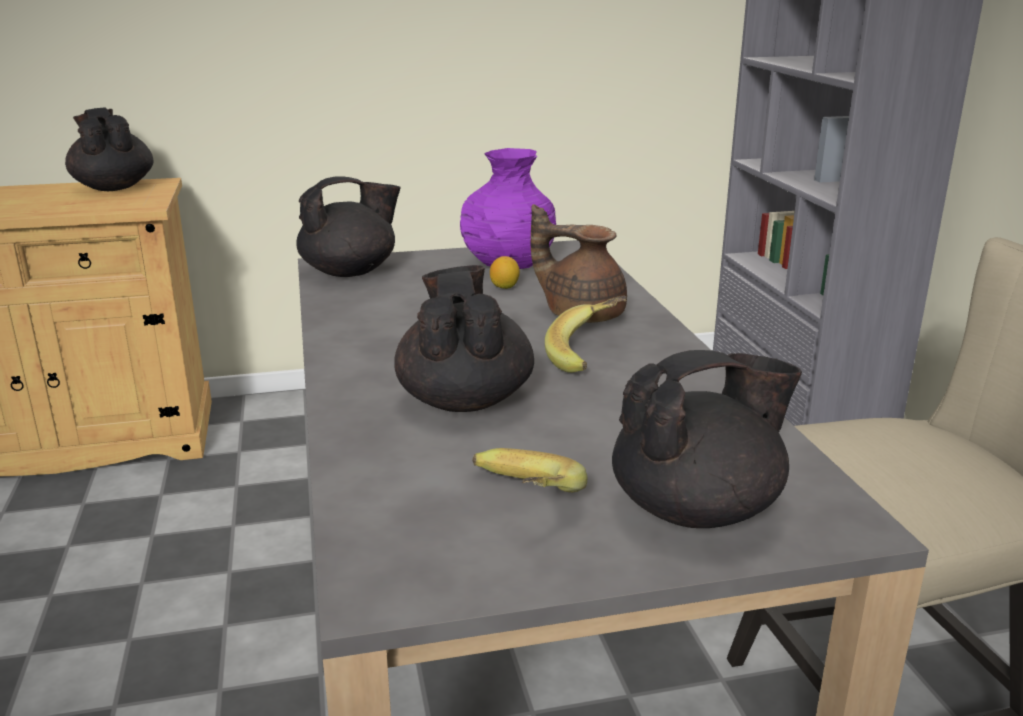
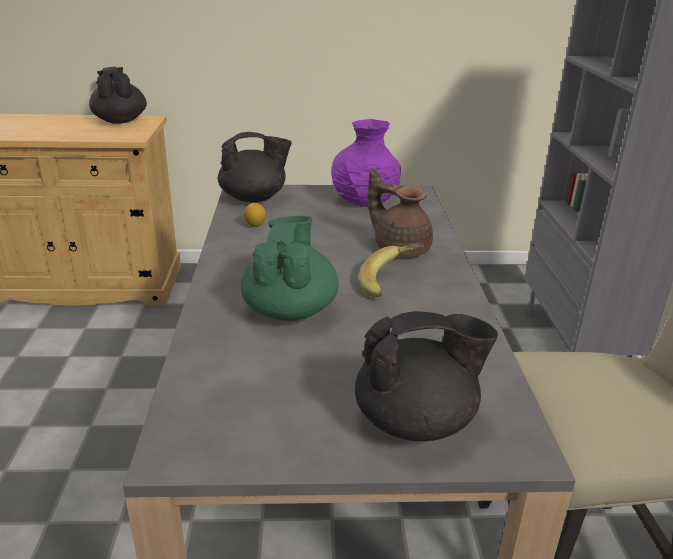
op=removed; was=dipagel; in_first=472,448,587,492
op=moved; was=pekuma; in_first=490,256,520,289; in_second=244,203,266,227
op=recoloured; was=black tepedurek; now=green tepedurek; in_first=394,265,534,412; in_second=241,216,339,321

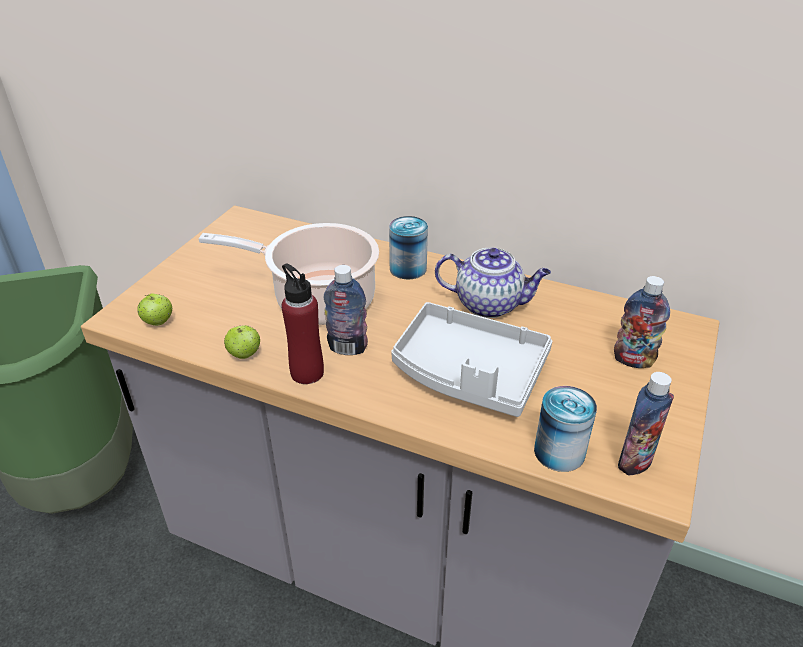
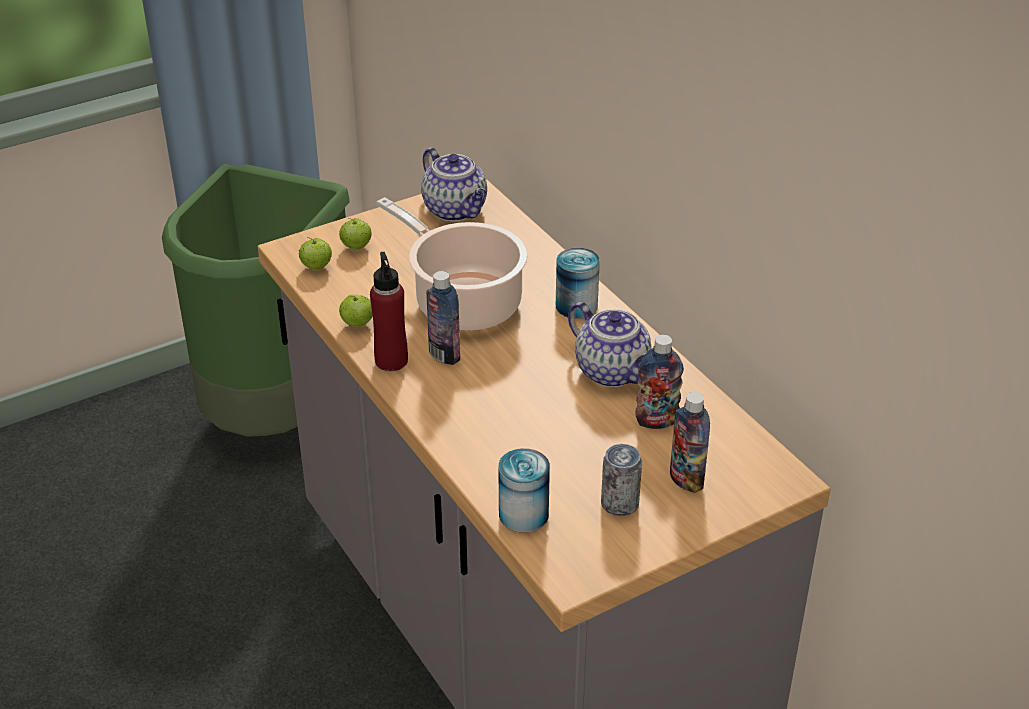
op=removed; was=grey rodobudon; in_first=391,302,552,417
op=added; now=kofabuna; in_second=339,218,372,250
op=added; now=tepedurek; in_second=421,147,487,221
op=added; now=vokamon; in_second=601,444,642,516
op=moved; was=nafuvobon; in_first=618,372,674,475; in_second=635,335,684,429

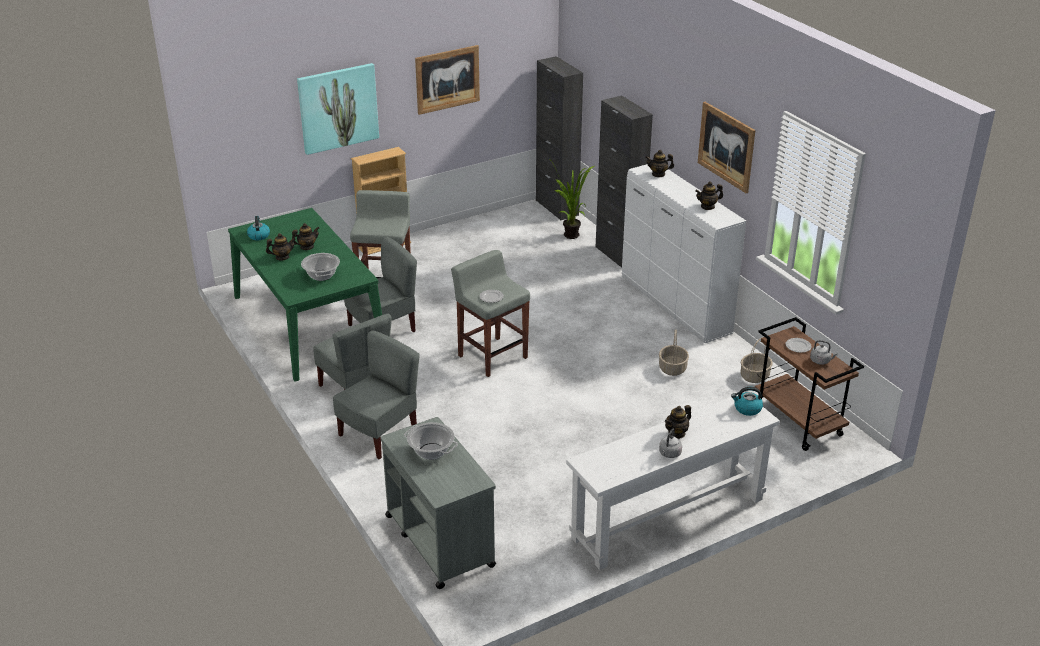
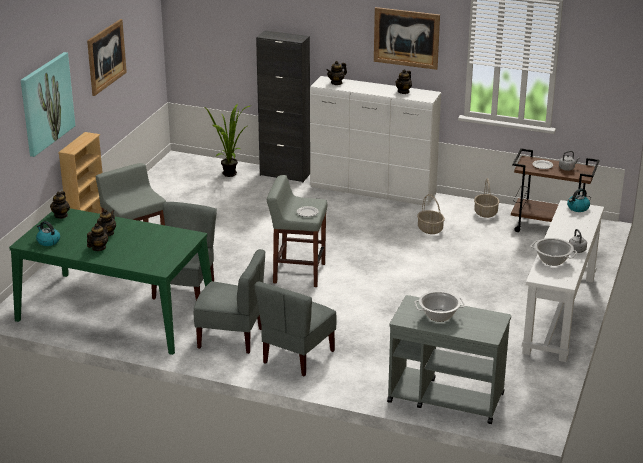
op=removed; was=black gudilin; in_first=536,56,583,221
op=moved; was=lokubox; in_first=301,253,340,281; in_second=530,238,577,266
op=moved; was=tepedurek; in_first=665,405,691,439; in_second=50,191,70,219
op=turned; was=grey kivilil; in_first=333,330,419,459; in_second=254,281,337,376; clockwise=-150

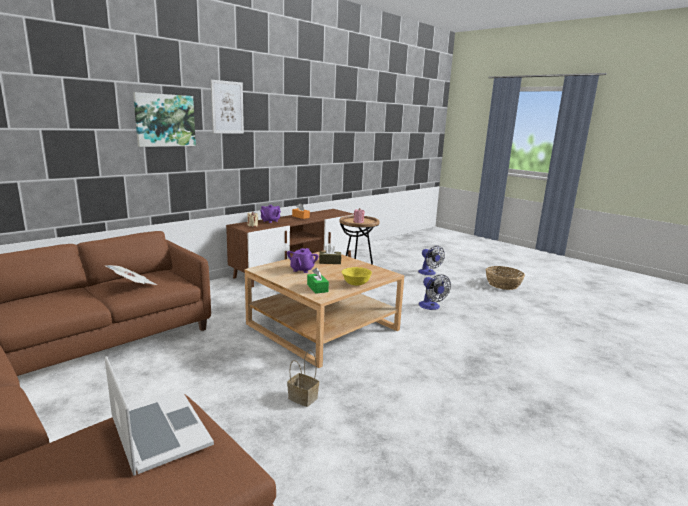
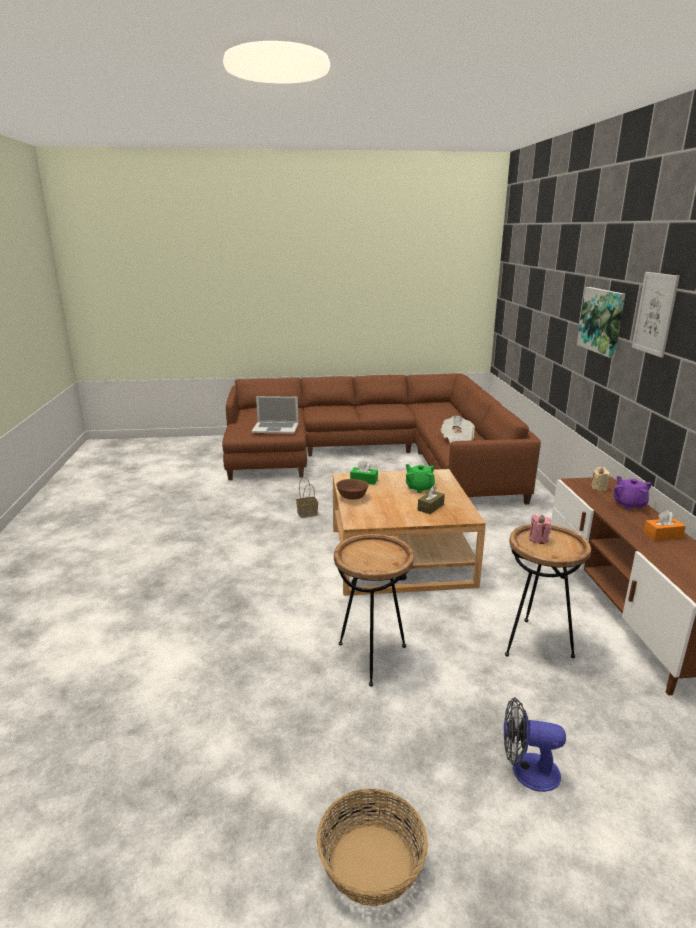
op=replaced; was=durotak; now=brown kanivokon; in_first=419,275,451,310; in_second=334,534,414,686
op=recoloured; was=purple tepedurek; now=green tepedurek; in_first=287,248,319,273; in_second=406,464,435,493
op=recoloured; was=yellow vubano; now=brown vubano; in_first=342,267,372,286; in_second=336,479,369,500

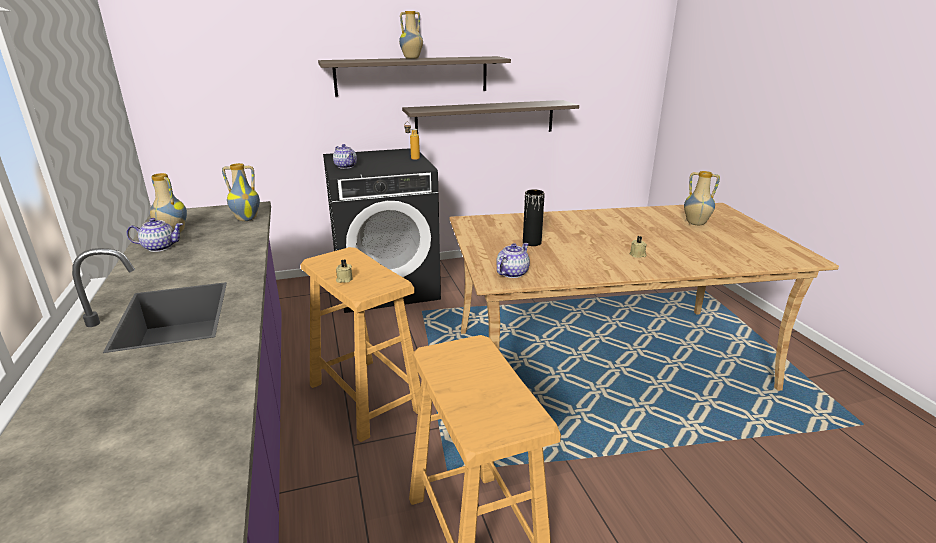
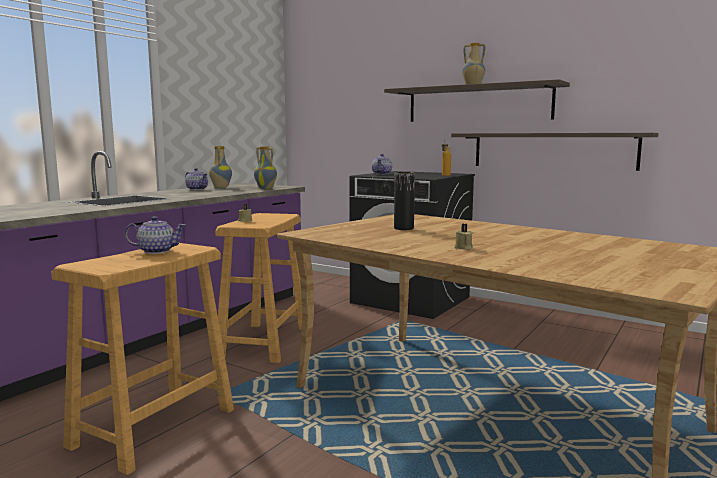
op=removed; was=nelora; in_first=684,171,720,225
op=moved; was=tepedurek; in_first=496,243,530,278; in_second=125,216,186,254

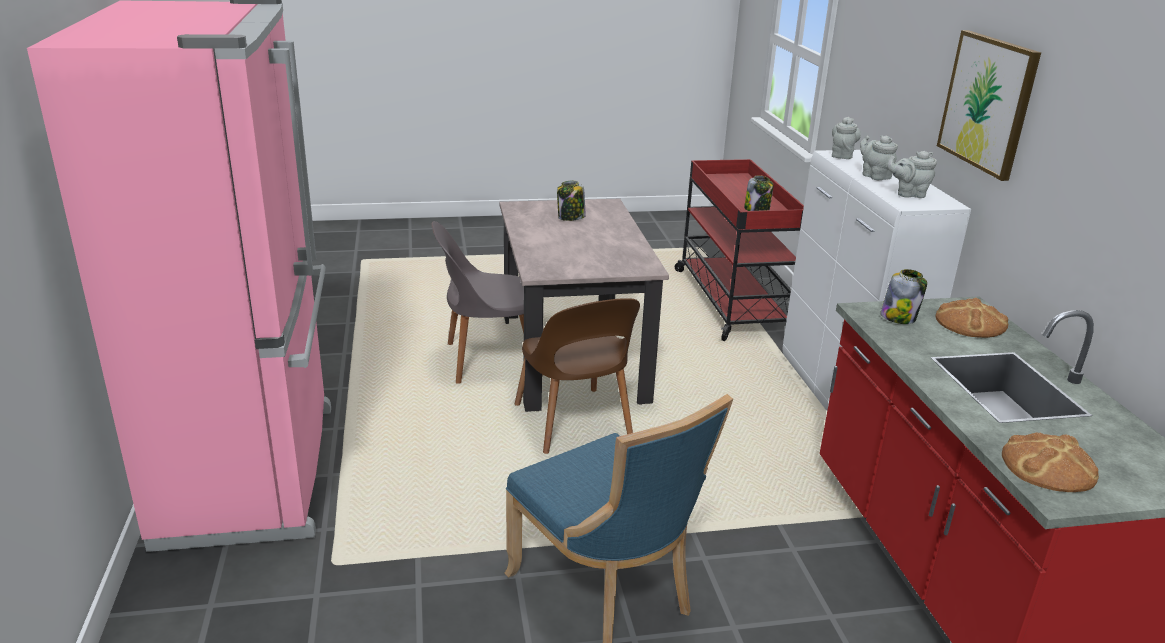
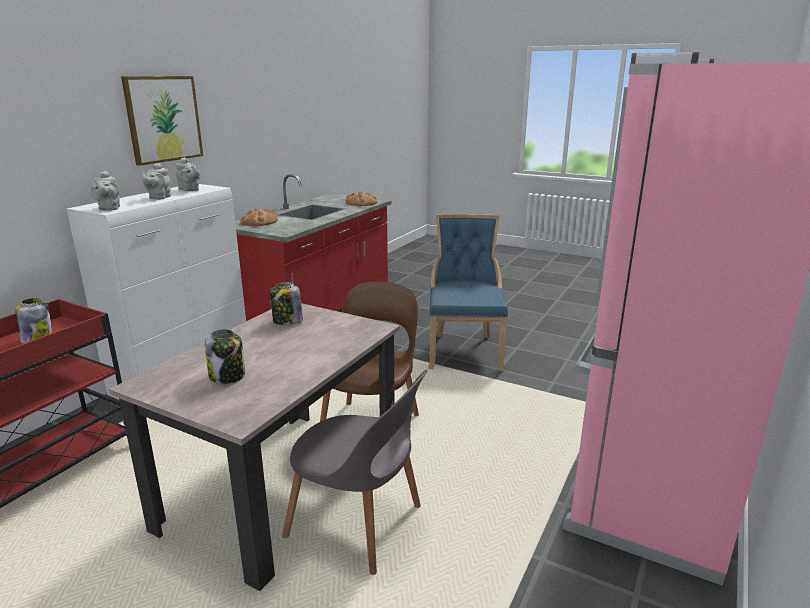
op=moved; was=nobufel; in_first=880,269,927,324; in_second=270,282,303,325
op=turned; was=grey tepedurek; in_first=832,117,861,159; in_second=91,171,120,210; clockwise=-75

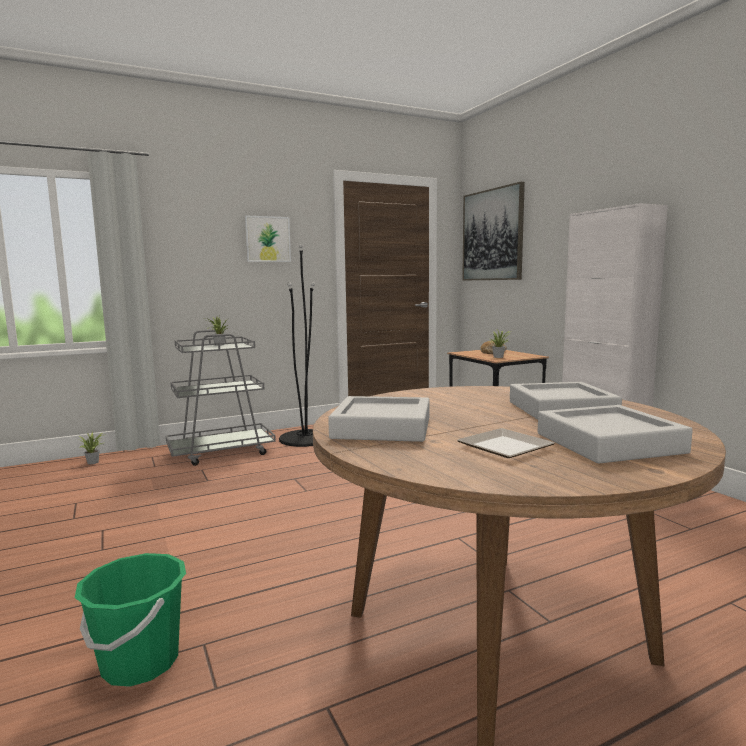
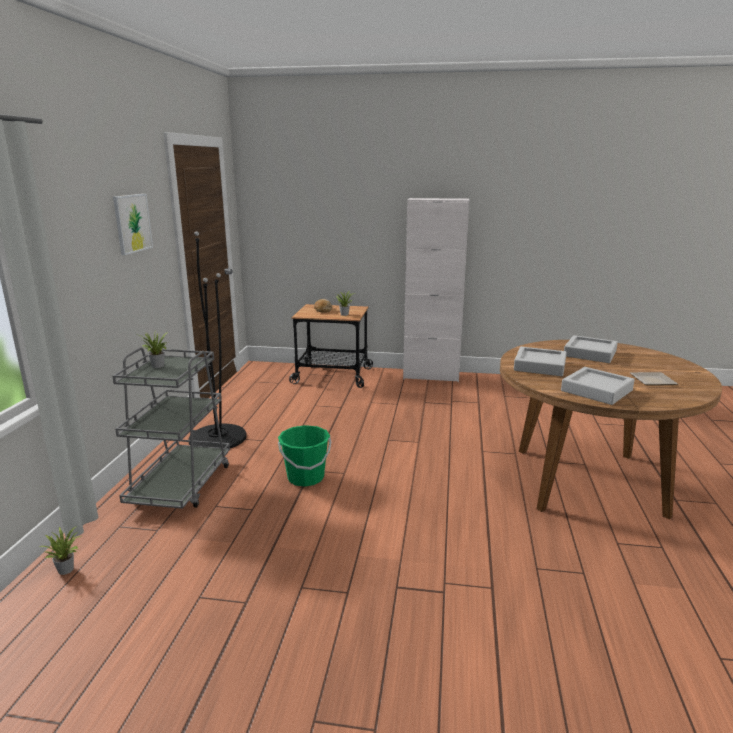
op=removed; was=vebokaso; in_first=462,182,525,281
op=moved; was=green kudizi; in_first=75,553,186,687; in_second=278,425,331,487
op=moved; was=grey rodobudon; in_first=538,405,693,463; in_second=514,347,567,376

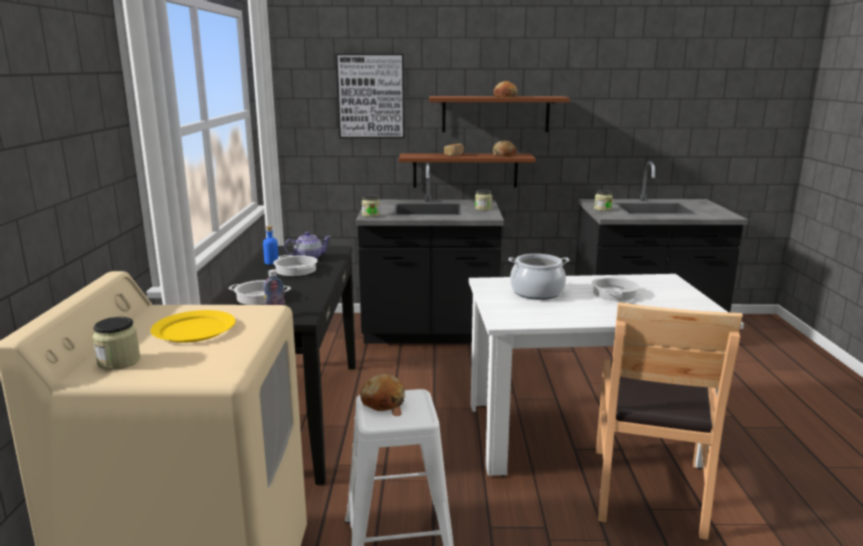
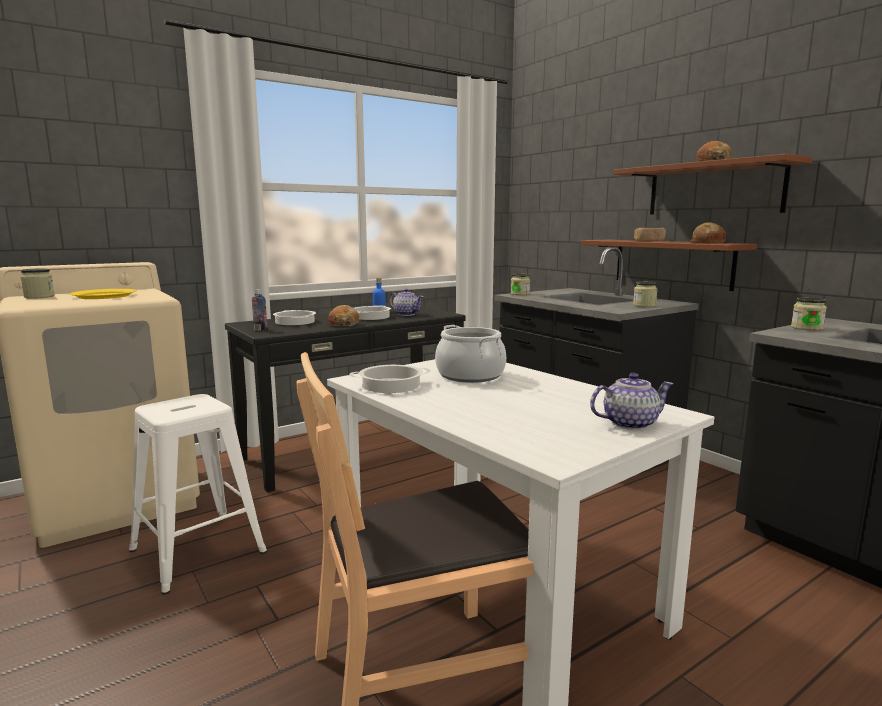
op=removed; was=vebokaso; in_first=336,54,405,138
op=added; now=tepedurek; in_second=590,373,673,430
op=moved; was=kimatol; in_first=360,374,405,411; in_second=329,305,359,326
op=moved; was=lokubox; in_first=592,276,640,301; in_second=349,365,431,393

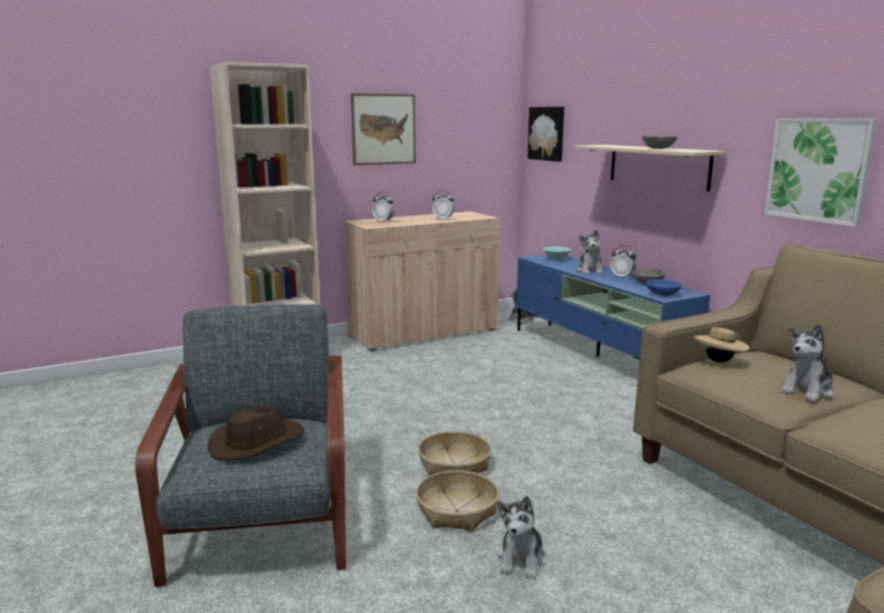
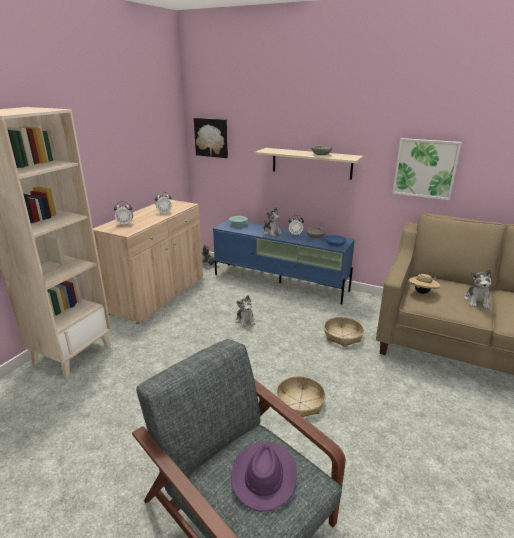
op=removed; was=vebokaso; in_first=351,93,416,165
op=moved; was=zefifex; in_first=416,470,499,531; in_second=324,317,364,347
op=moved; was=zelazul; in_first=497,496,546,579; in_second=236,295,255,328
op=recoloured; was=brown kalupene; now=purple kalupene; in_first=208,407,305,461; in_second=231,442,297,512

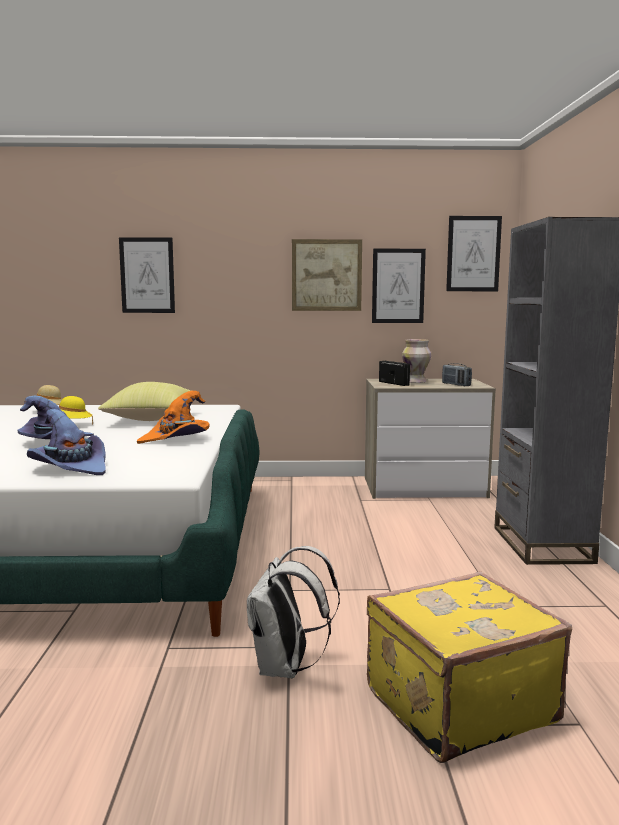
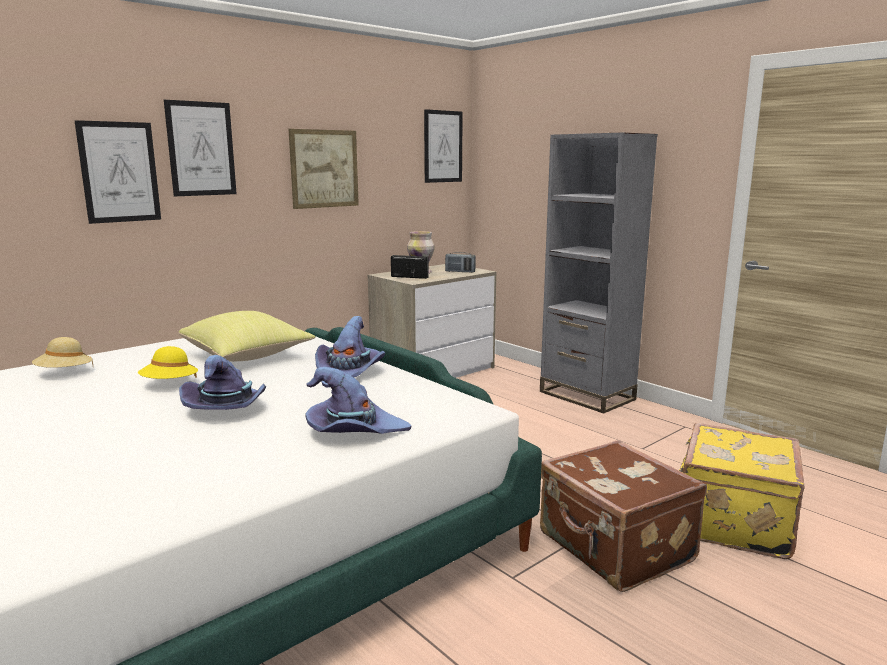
op=moved; was=vebokaso; in_first=372,249,426,323; in_second=164,100,237,196
op=replaced; was=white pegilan; now=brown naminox; in_first=247,546,340,678; in_second=540,440,707,592
op=recoloured; was=orange kalupene; now=purple kalupene; in_first=137,391,210,444; in_second=315,316,385,388

